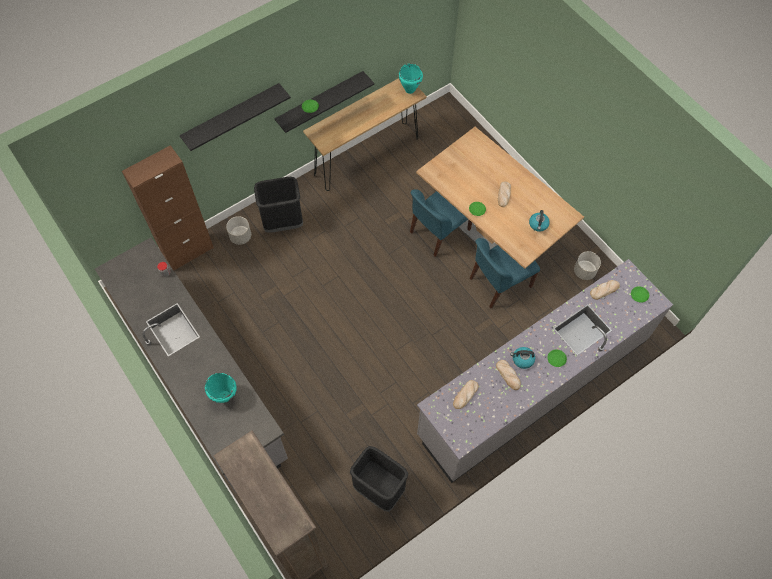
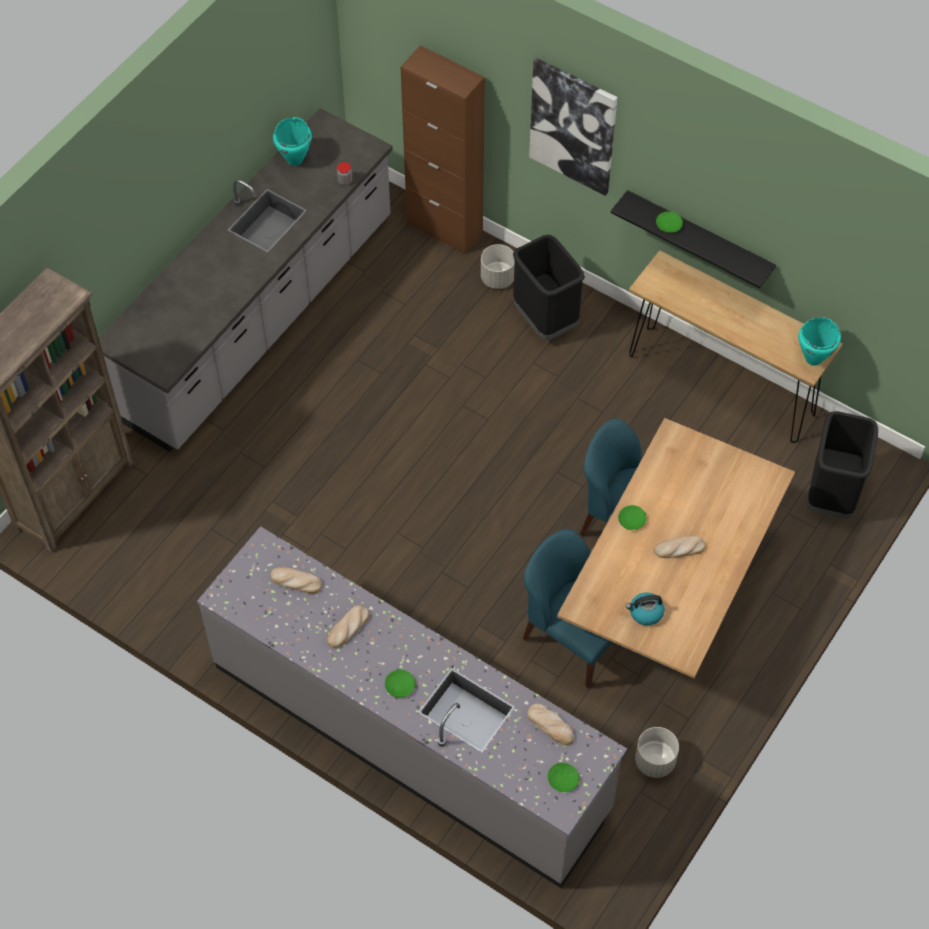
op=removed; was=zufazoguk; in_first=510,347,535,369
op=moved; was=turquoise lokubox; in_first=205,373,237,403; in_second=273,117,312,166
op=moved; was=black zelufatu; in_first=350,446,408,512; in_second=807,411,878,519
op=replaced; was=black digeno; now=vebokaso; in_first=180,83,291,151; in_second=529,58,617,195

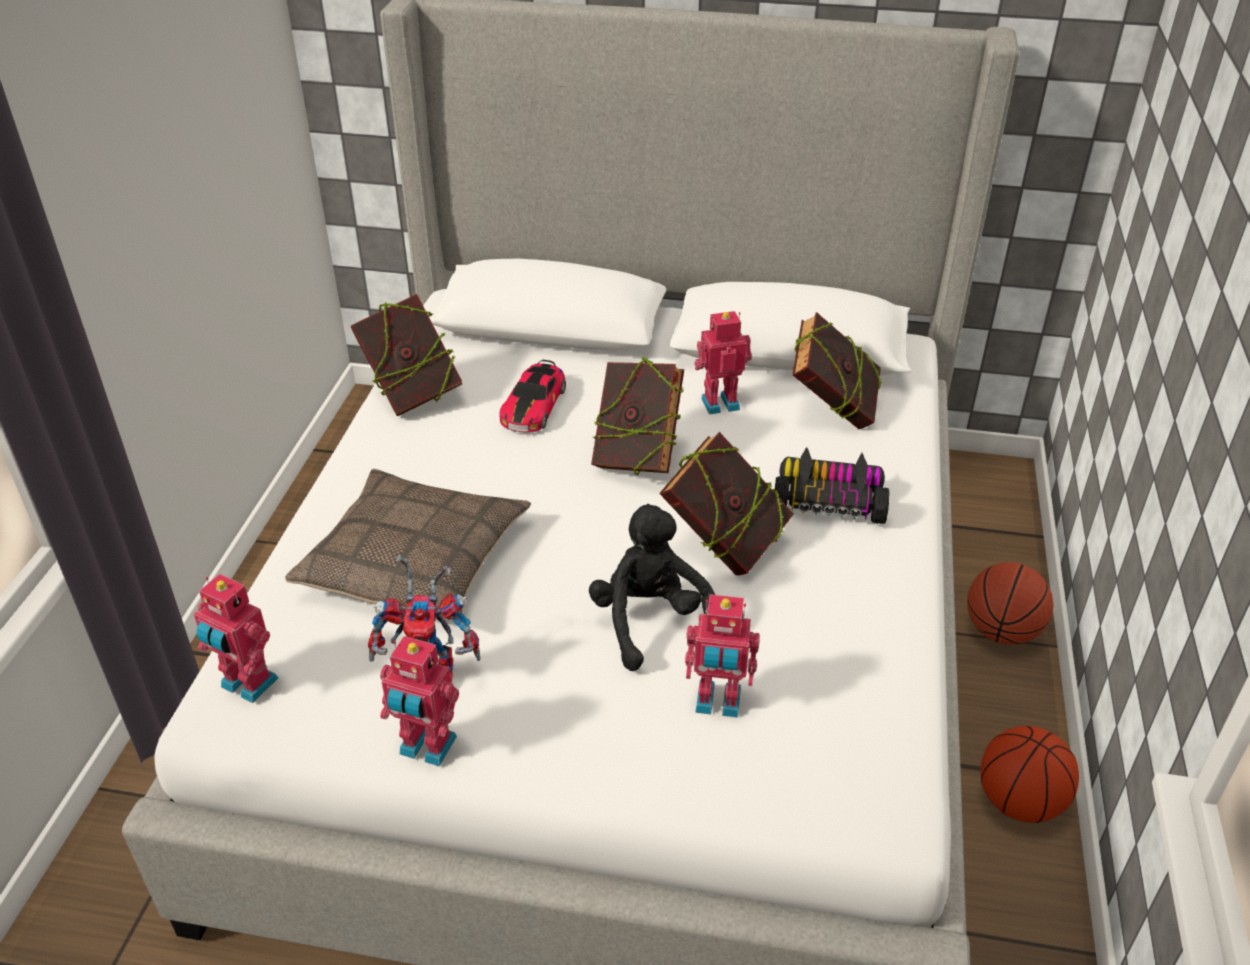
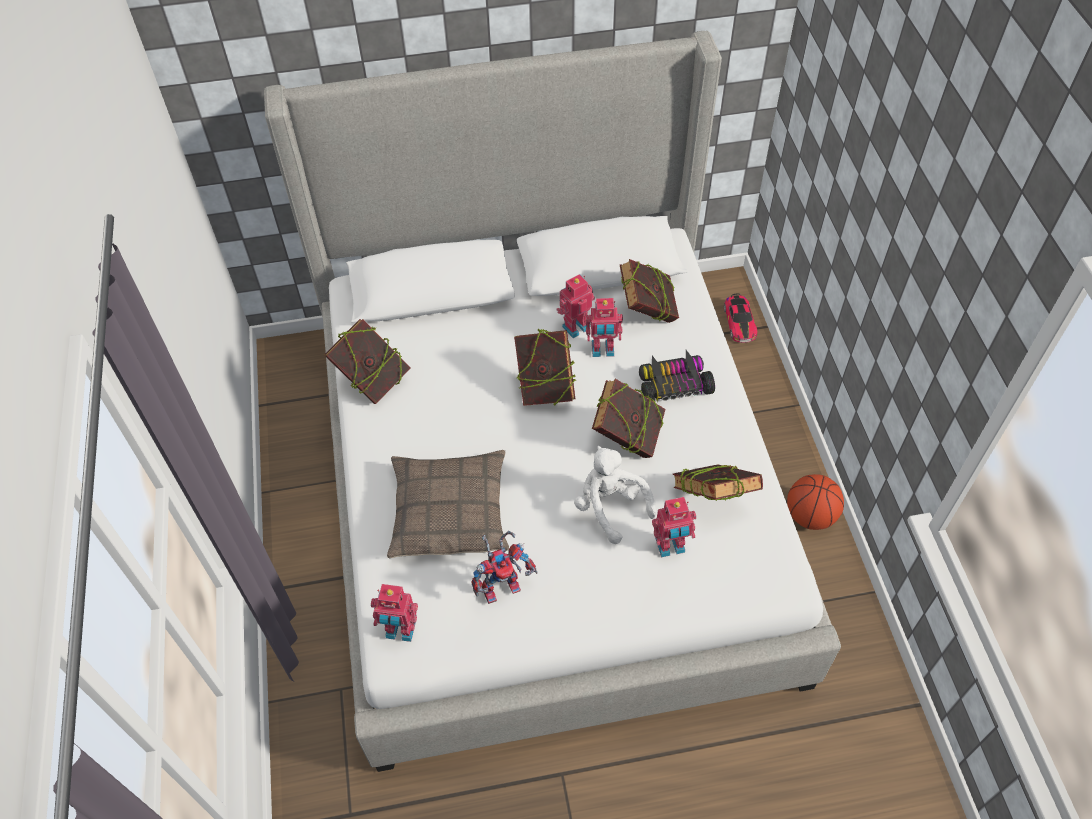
op=removed; was=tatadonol; in_first=967,562,1053,645
op=added; now=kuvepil; in_second=673,464,763,501
op=moved; was=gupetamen; in_first=380,636,459,766; in_second=586,298,623,357
op=moved; was=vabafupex; in_first=499,360,566,433; in_second=724,293,757,343
op=recoloured; was=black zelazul; now=white zelazul; in_first=589,504,715,671; in_second=574,446,657,544

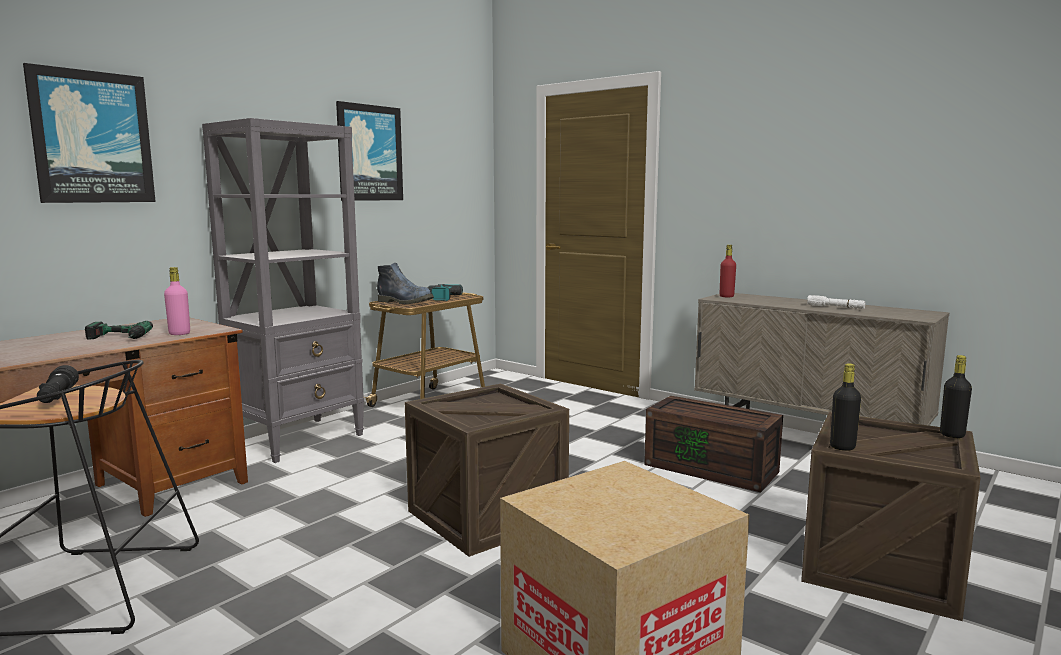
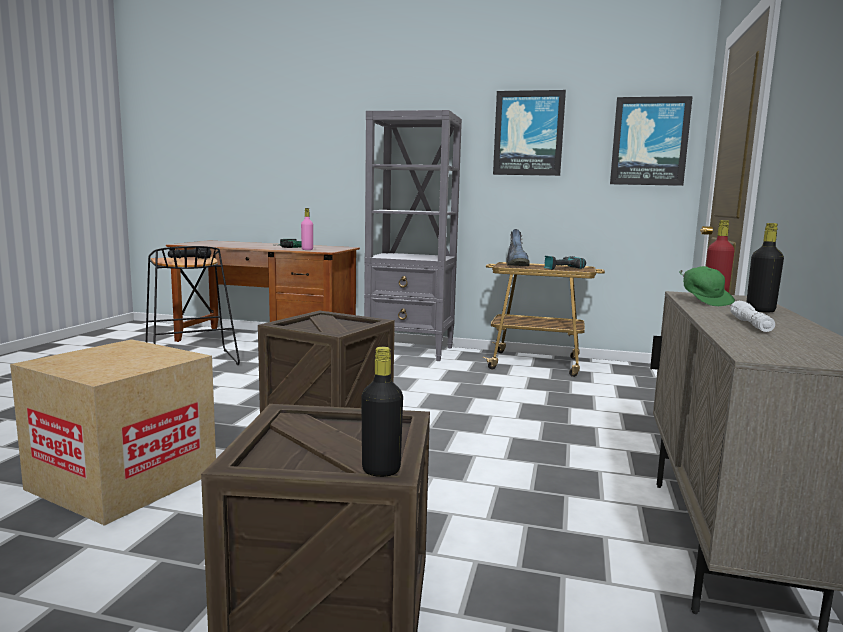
op=removed; was=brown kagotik; in_first=644,396,783,492
op=added; now=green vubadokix; in_second=679,266,735,306
op=moved; was=vebokaso; in_first=23,63,156,203; in_second=610,96,693,186
op=moved; was=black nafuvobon; in_first=830,363,861,451; in_second=746,223,784,313

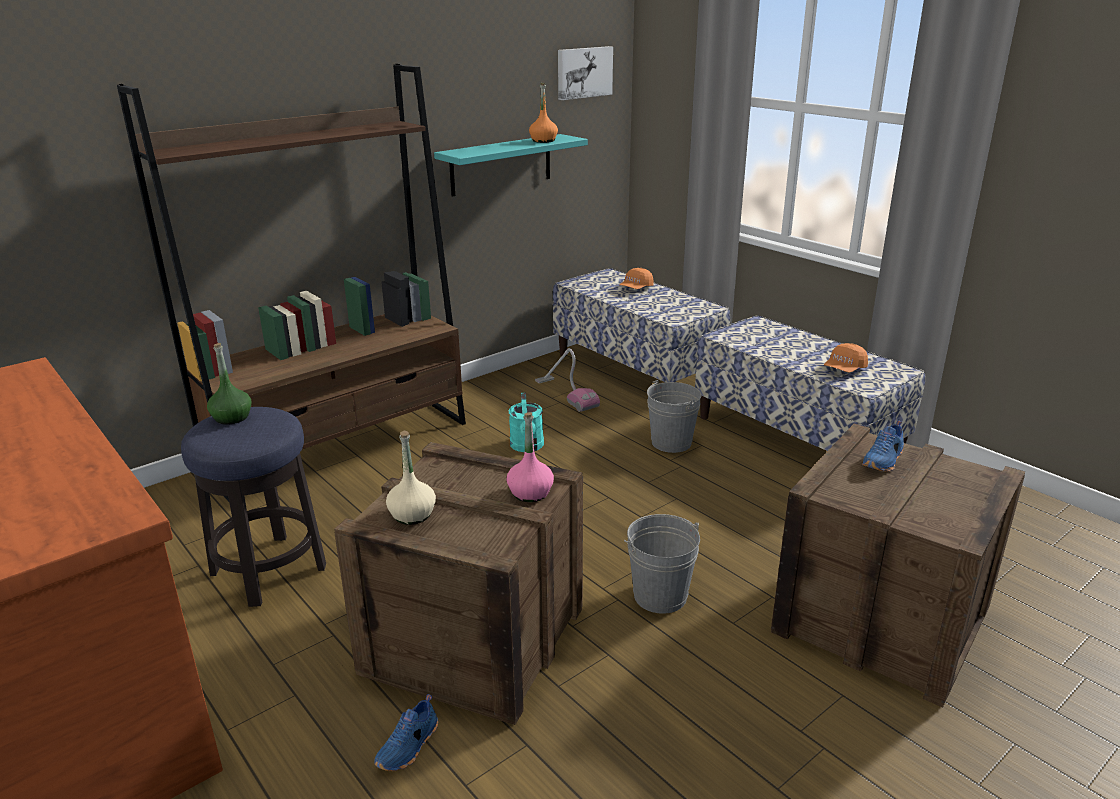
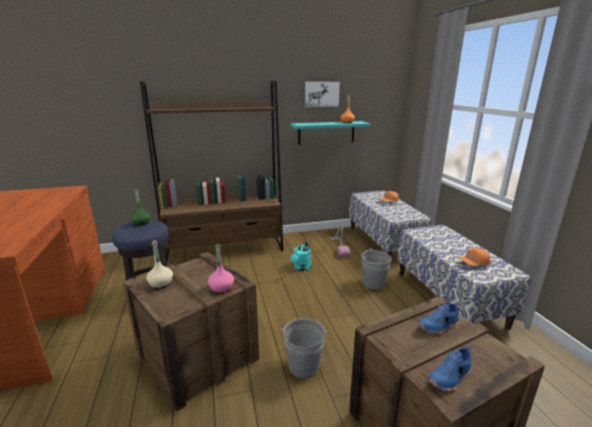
op=moved; was=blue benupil; in_first=374,694,438,771; in_second=428,345,472,391
op=moved; was=vebokaso; in_first=558,46,613,100; in_second=305,82,340,107

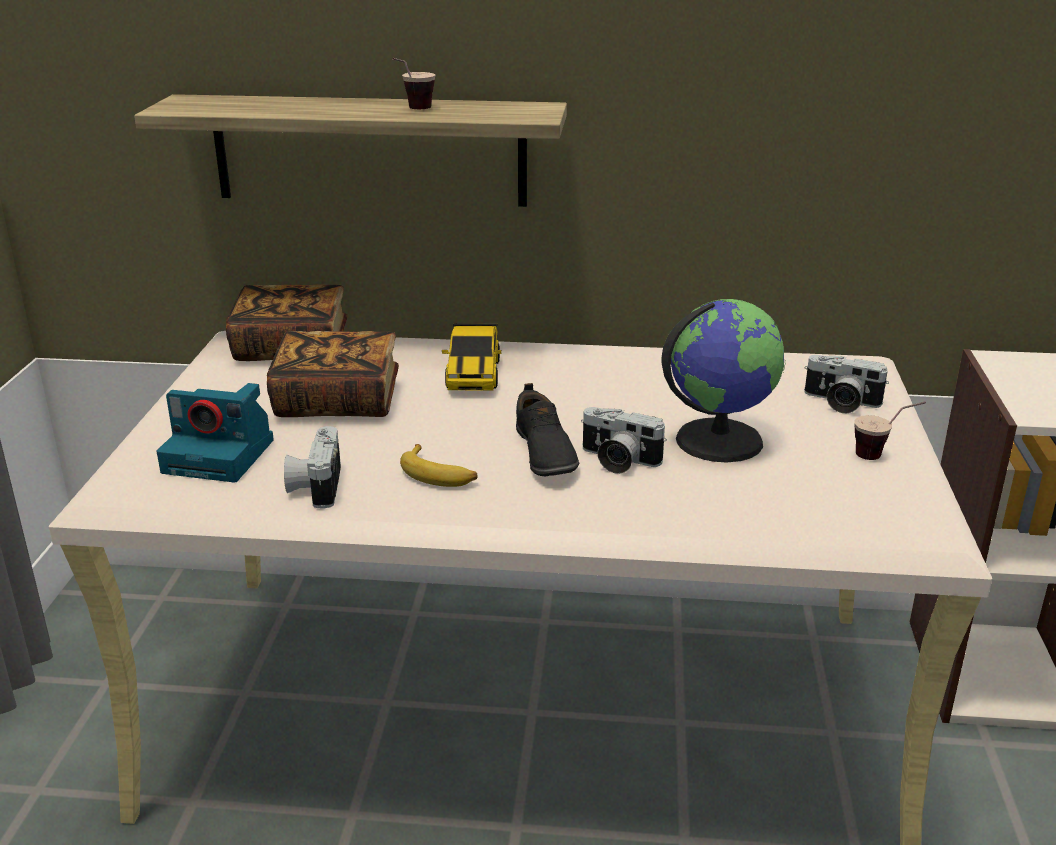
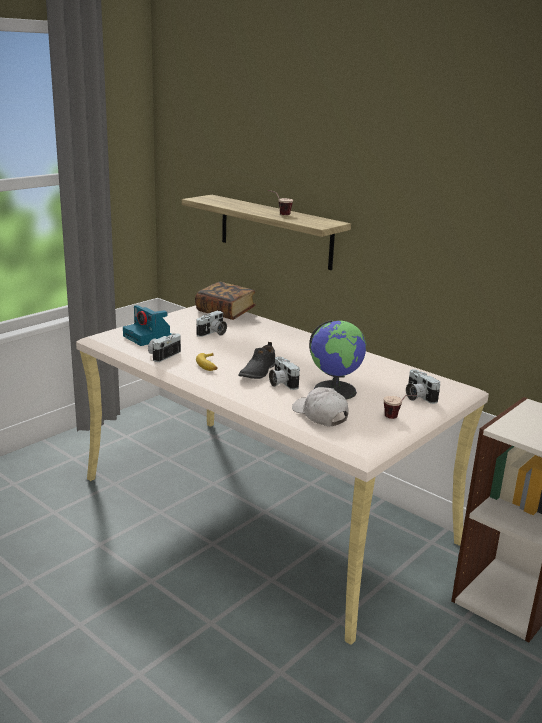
op=removed; was=vabafupex; in_first=442,323,501,390
op=added; now=white vubadokix; in_second=292,387,348,426
op=replaced; was=kuvepil; now=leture; in_first=267,331,399,417; in_second=197,311,227,337

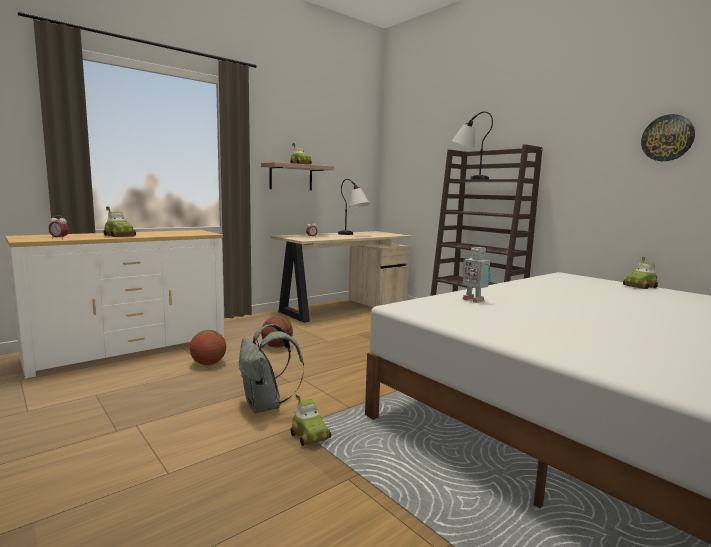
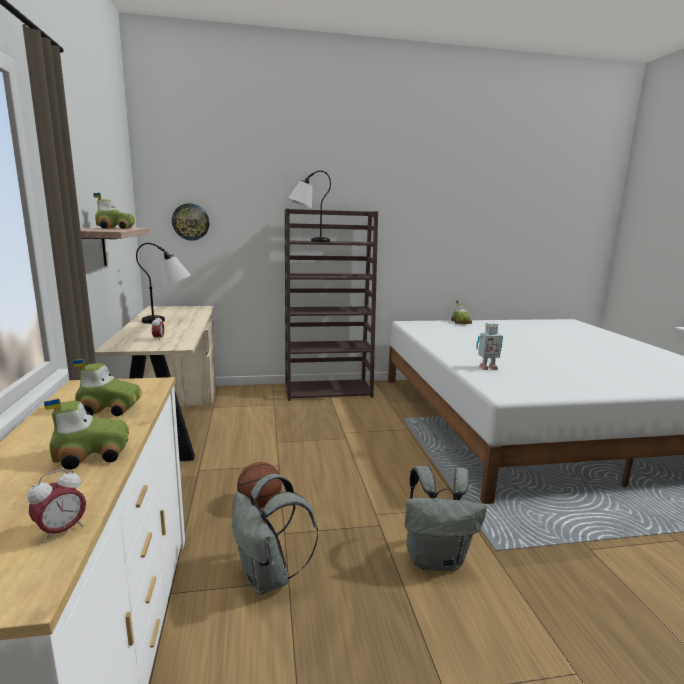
op=moved; was=vabafupex; in_first=291,394,331,446; in_second=73,359,142,416
op=moved; was=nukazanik; in_first=641,114,695,161; in_second=172,203,210,241
op=replaced; was=tatadonol; now=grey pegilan; in_first=190,330,226,365; in_second=232,473,318,595

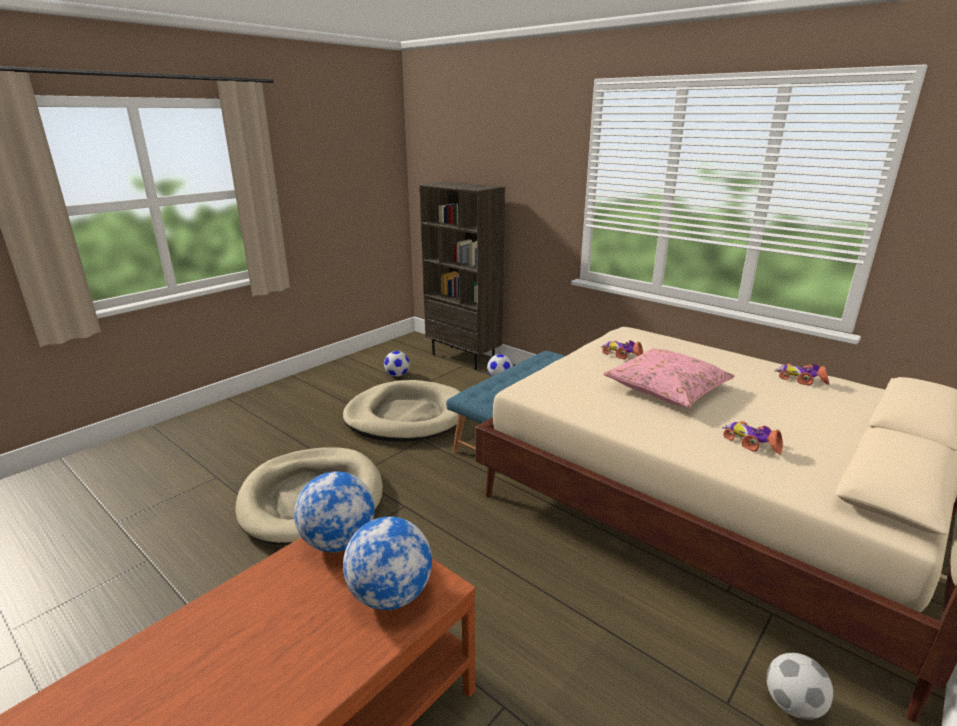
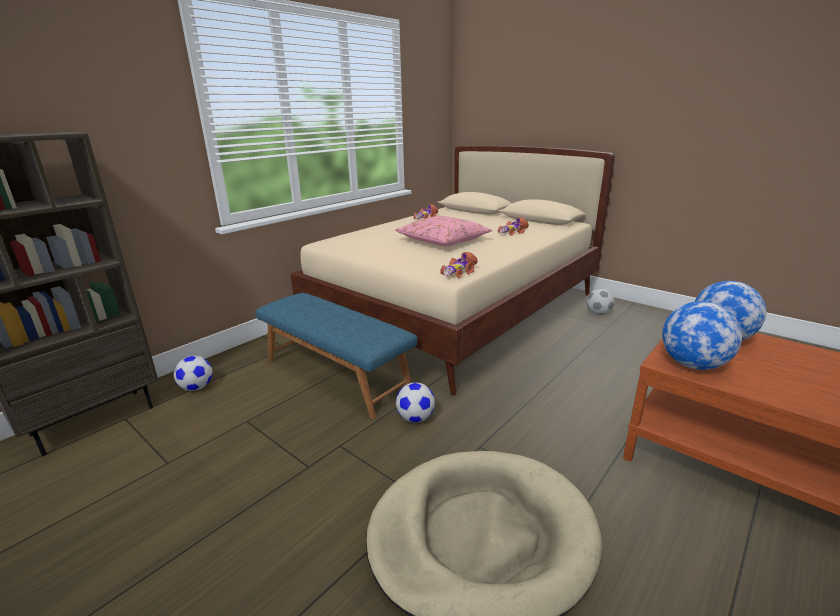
op=removed; was=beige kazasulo; in_first=343,380,460,442
op=moved; was=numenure; in_first=384,351,410,376; in_second=396,383,435,422
op=moved; was=vabafupex; in_first=601,340,643,360; in_second=441,252,478,278

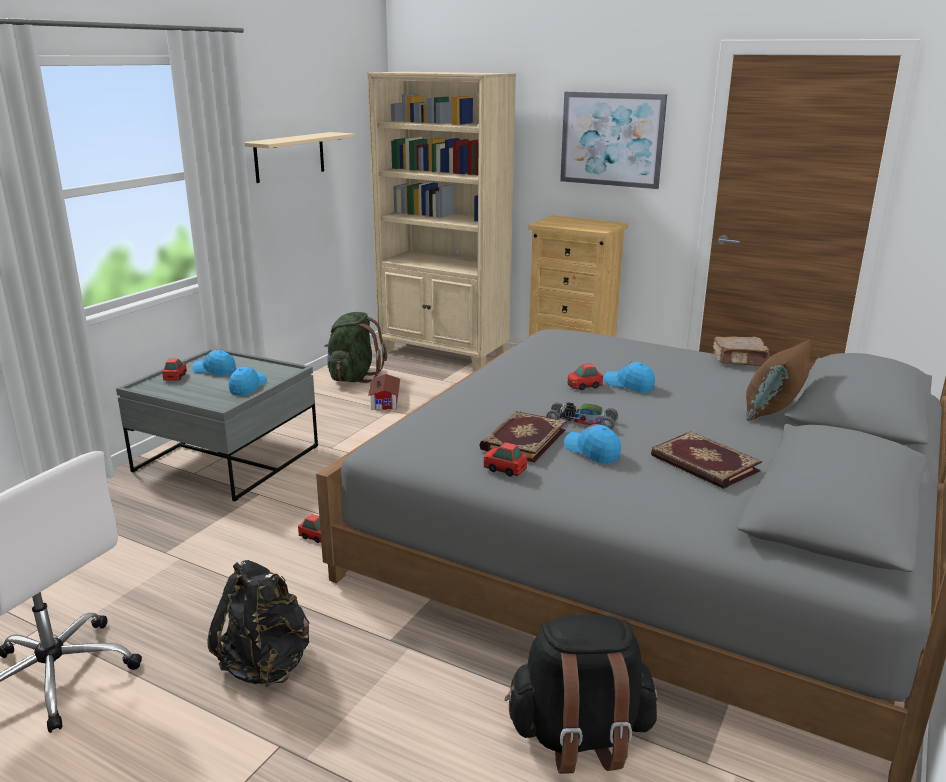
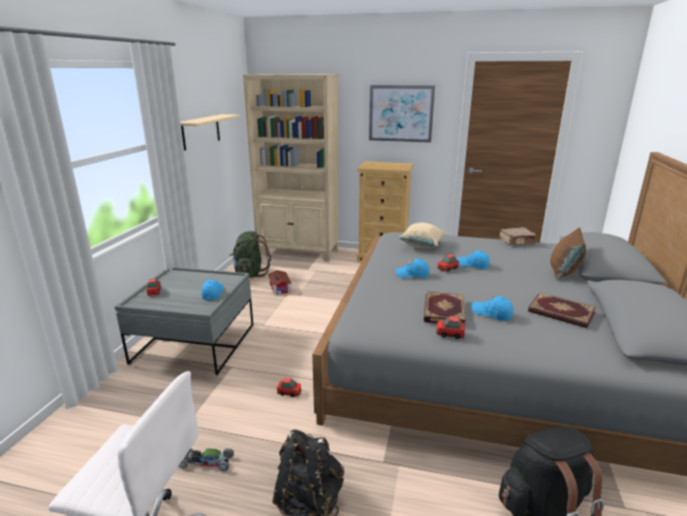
op=added; now=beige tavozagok; in_second=399,223,447,248
op=moved; was=blue vubadokix; in_first=192,350,236,376; in_second=396,259,429,278
op=moved; was=vabafupex; in_first=546,402,618,430; in_second=179,448,234,471

